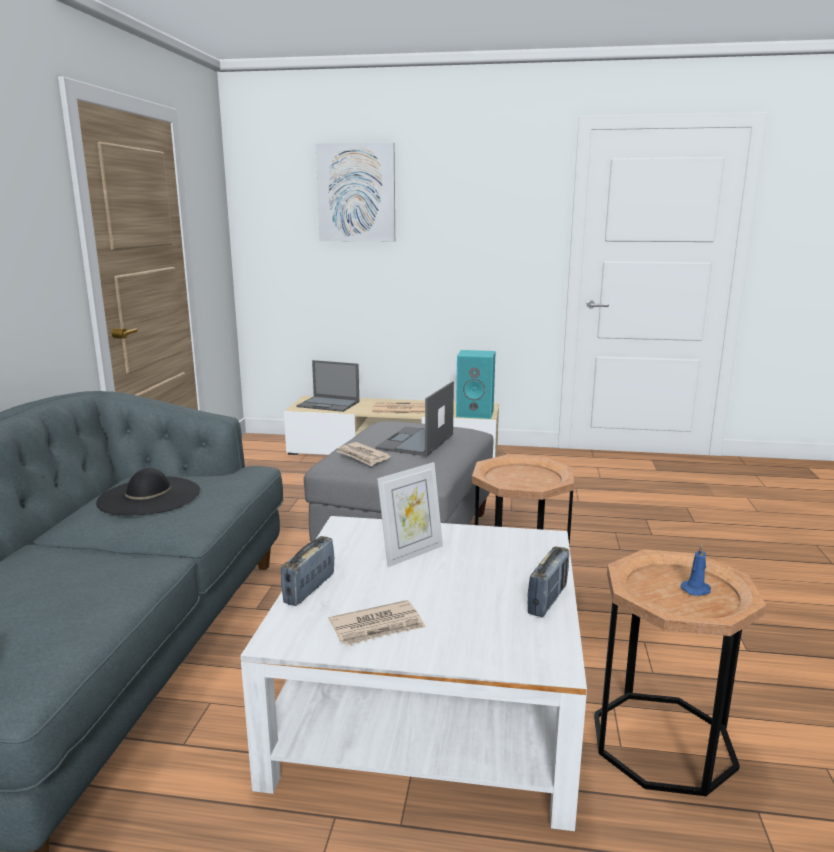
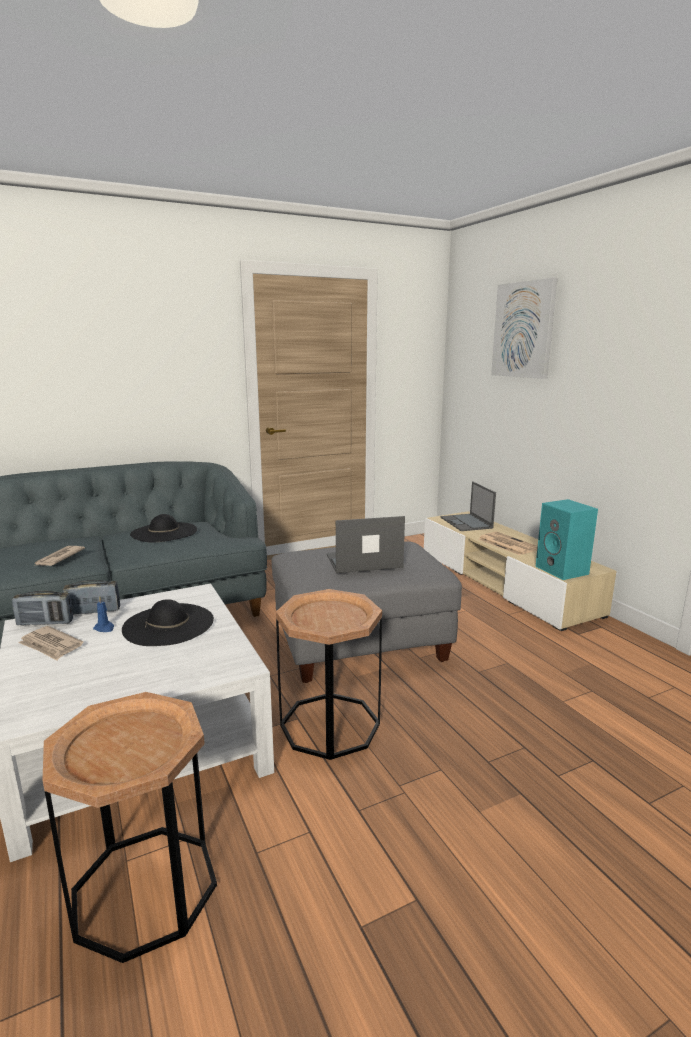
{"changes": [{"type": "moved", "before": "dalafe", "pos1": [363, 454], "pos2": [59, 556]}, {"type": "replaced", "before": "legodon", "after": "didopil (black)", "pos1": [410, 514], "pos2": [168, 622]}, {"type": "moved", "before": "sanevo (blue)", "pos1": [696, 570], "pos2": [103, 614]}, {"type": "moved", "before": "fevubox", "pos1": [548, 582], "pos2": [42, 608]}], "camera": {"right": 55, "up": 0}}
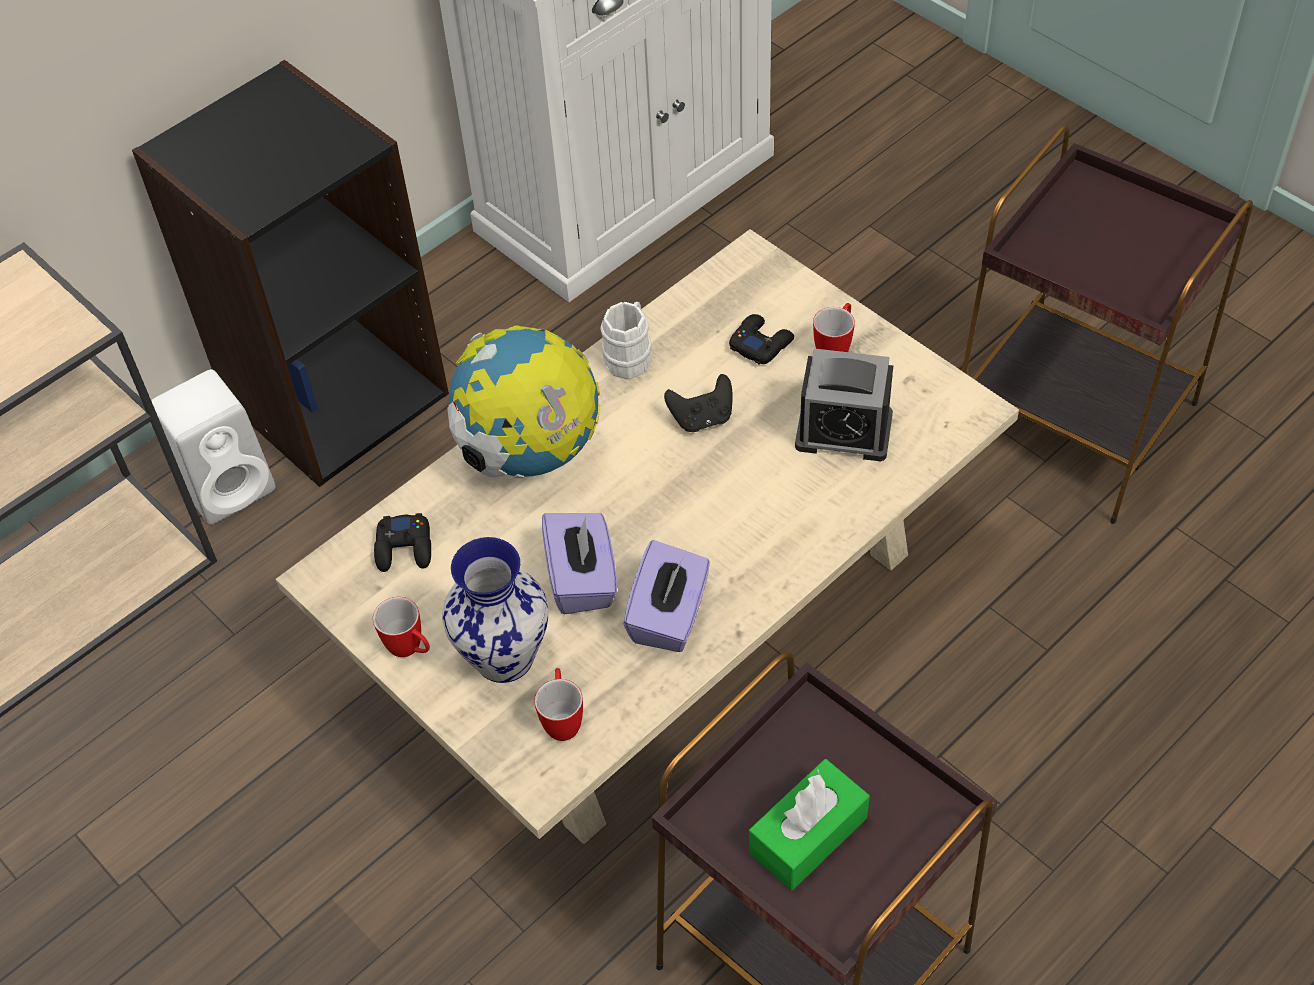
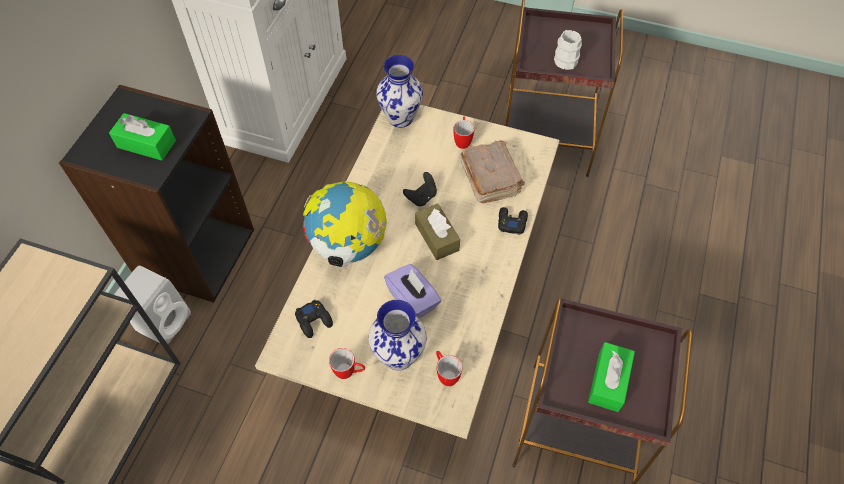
{"changes": [{"type": "moved", "before": "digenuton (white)", "pos1": [626, 341], "pos2": [568, 50]}, {"type": "moved", "before": "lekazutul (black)", "pos1": [761, 339], "pos2": [513, 221]}, {"type": "replaced", "before": "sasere", "after": "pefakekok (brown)", "pos1": [844, 404], "pos2": [492, 171]}, {"type": "removed", "before": "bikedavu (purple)", "pos1": [666, 596]}, {"type": "added", "after": "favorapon", "pos2": [399, 91]}, {"type": "added", "after": "bikedavu (green)", "pos2": [142, 136]}, {"type": "added", "after": "bikedavu (brown)", "pos2": [437, 231]}], "camera": {"right": -30, "up": 5}}
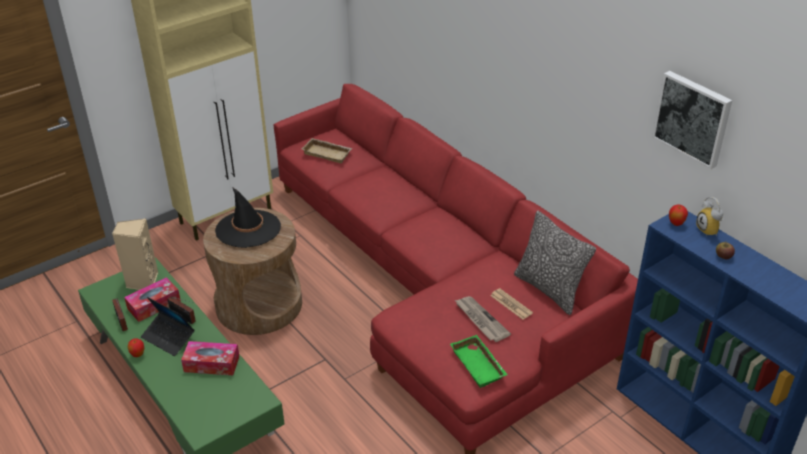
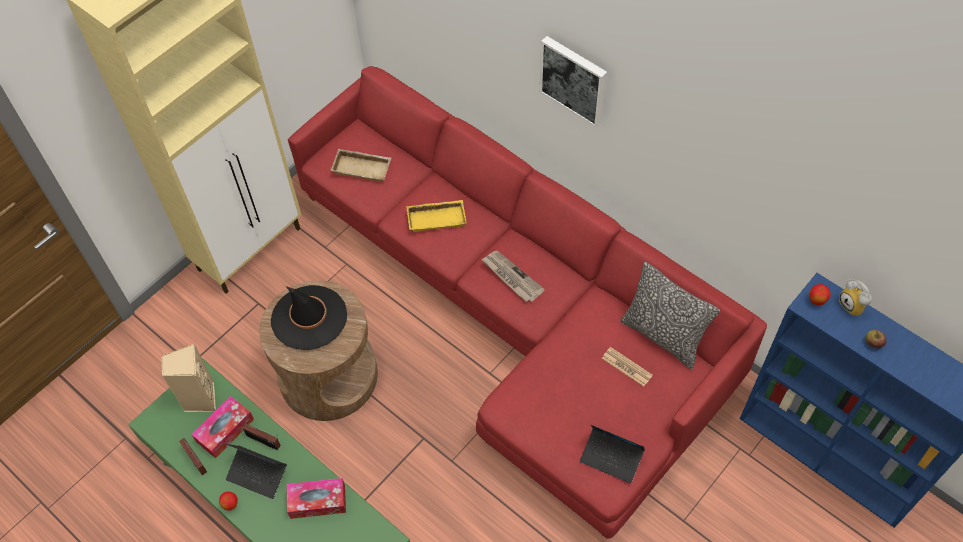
{"changes": [{"type": "moved", "before": "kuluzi", "pos1": [692, 120], "pos2": [573, 82]}, {"type": "moved", "before": "dalafe", "pos1": [483, 319], "pos2": [513, 276]}, {"type": "replaced", "before": "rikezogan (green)", "after": "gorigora", "pos1": [479, 361], "pos2": [612, 454]}, {"type": "added", "after": "rikezogan (yellow)", "pos2": [436, 216]}], "camera": {"right": -10, "up": 20}}
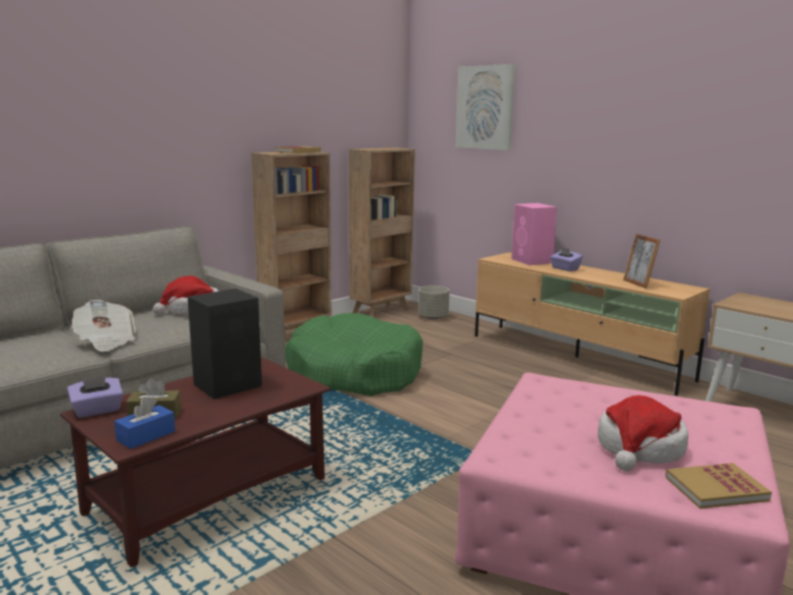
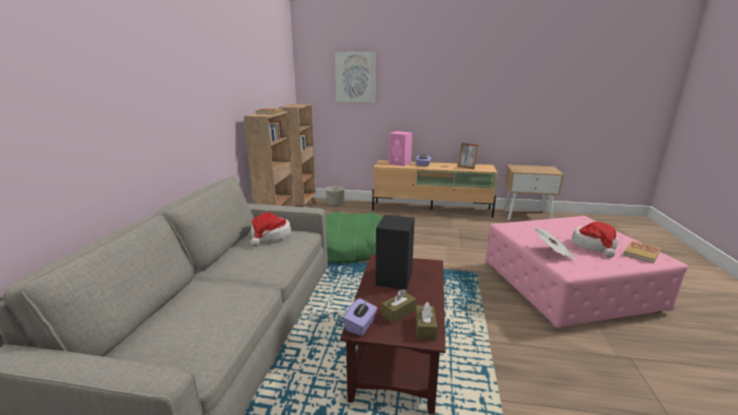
{"changes": [{"type": "moved", "before": "dalafe", "pos1": [103, 326], "pos2": [555, 244]}, {"type": "recoloured", "before": "bikedavu (blue)", "after": "bikedavu (brown)", "pos1": [144, 423], "pos2": [426, 321]}], "camera": {"right": -35, "up": 5}}
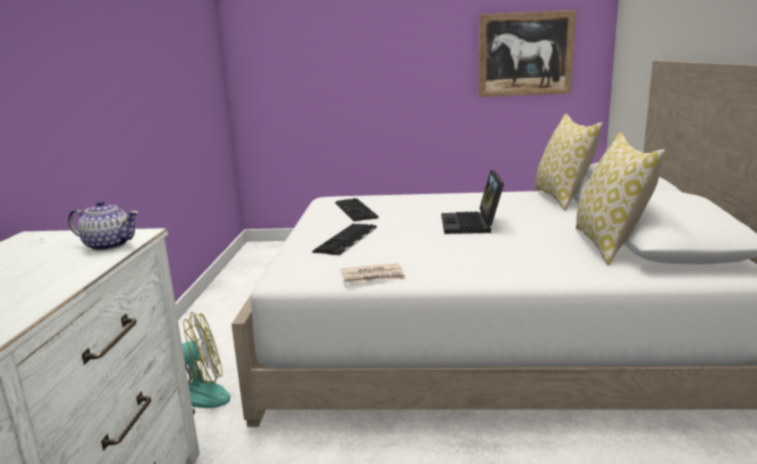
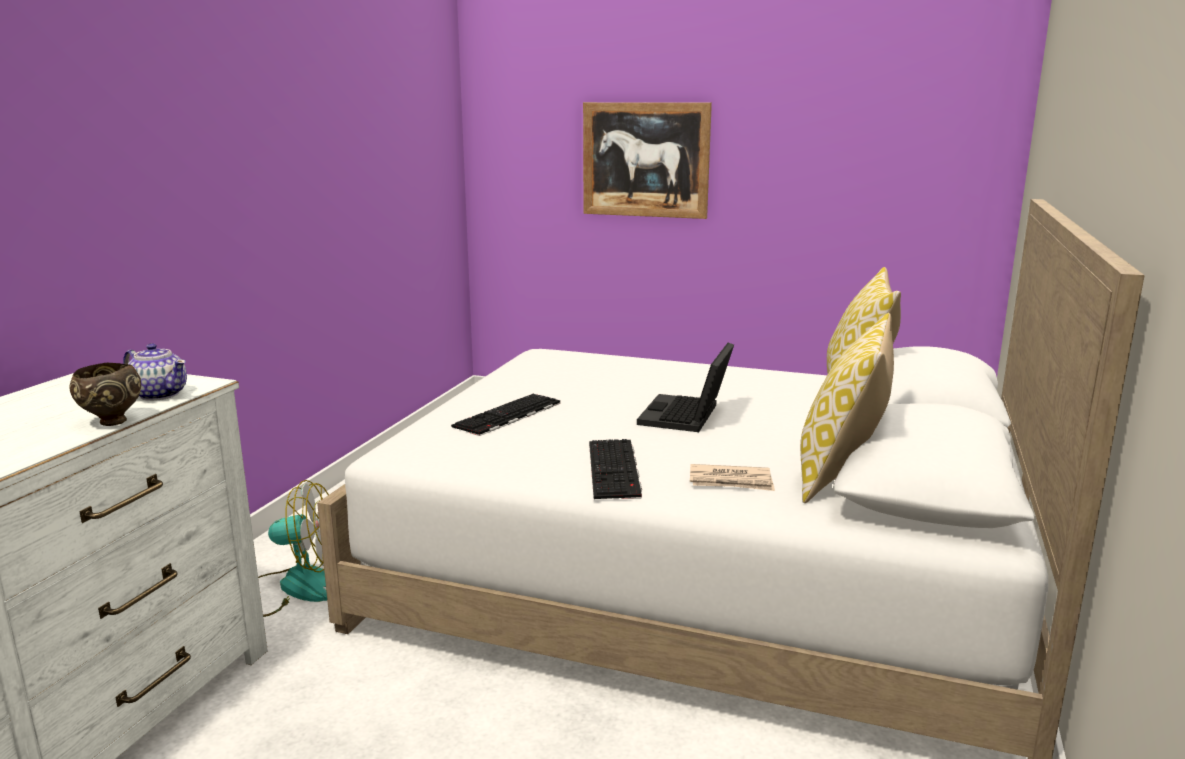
{"changes": [{"type": "moved", "before": "kuluzi", "pos1": [527, 53], "pos2": [647, 160]}, {"type": "moved", "before": "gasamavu", "pos1": [357, 210], "pos2": [615, 469]}, {"type": "moved", "before": "dalafe", "pos1": [373, 273], "pos2": [732, 477]}, {"type": "added", "after": "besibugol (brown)", "pos2": [105, 394]}], "camera": {"right": 15, "up": 0}}
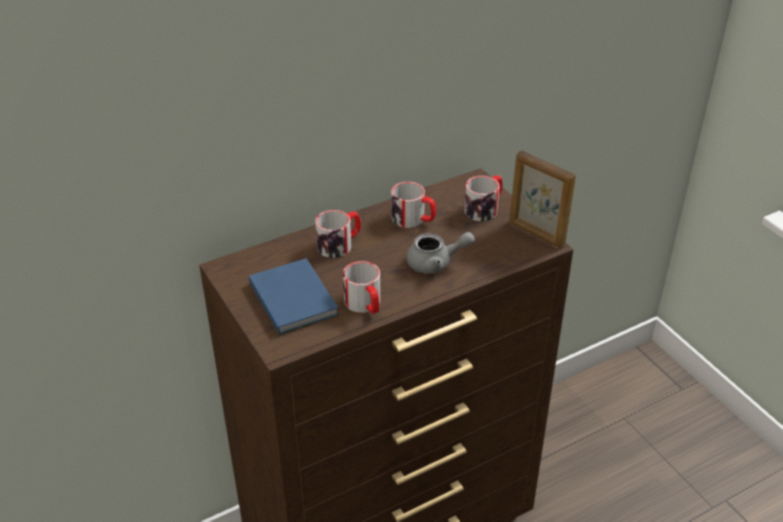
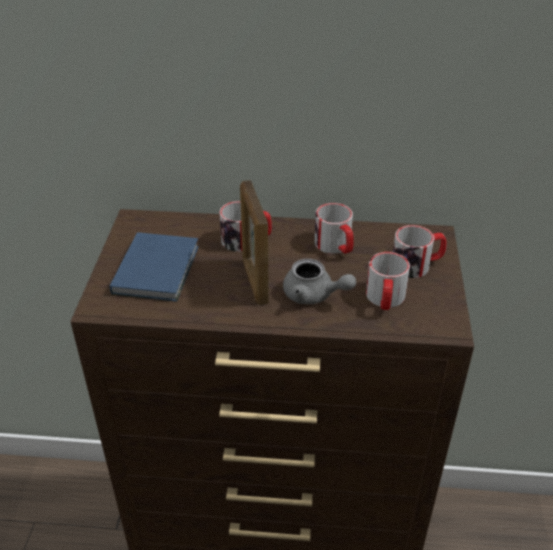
{"changes": [{"type": "moved", "before": "legodon", "pos1": [542, 199], "pos2": [254, 242]}, {"type": "moved", "before": "digenuton", "pos1": [361, 287], "pos2": [388, 281]}], "camera": {"right": 35, "up": 0}}
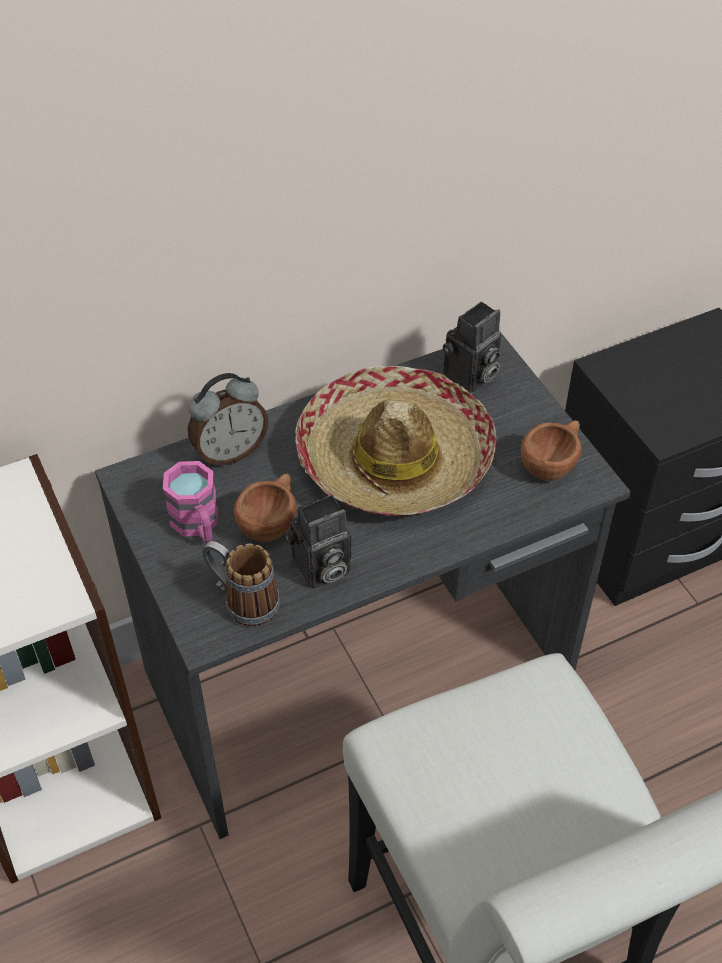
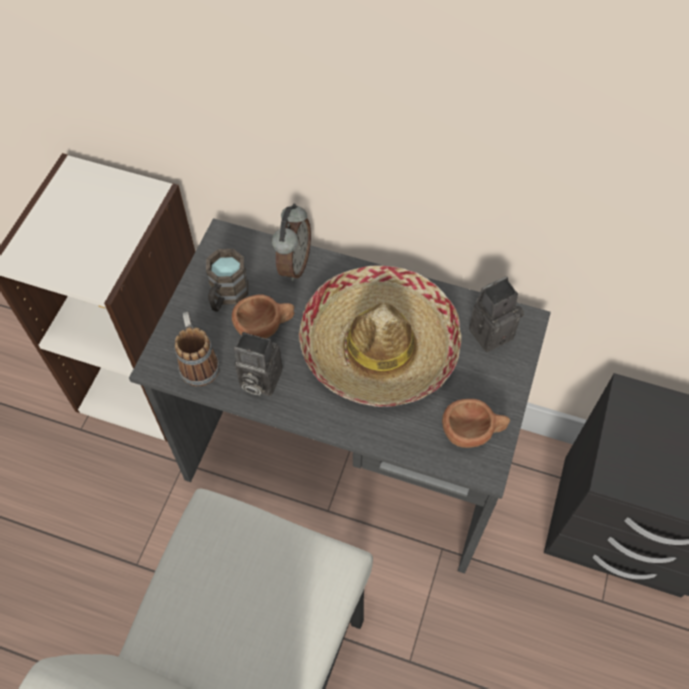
{"changes": [{"type": "turned", "before": "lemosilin", "pos1": [472, 347], "pos2": [496, 314], "turn": 150}, {"type": "turned", "before": "sasere", "pos1": [228, 419], "pos2": [291, 242], "turn": -90}, {"type": "recoloured", "before": "digenuton (pink)", "after": "digenuton (brown)", "pos1": [190, 502], "pos2": [227, 280]}], "camera": {"right": 45, "up": 10}}
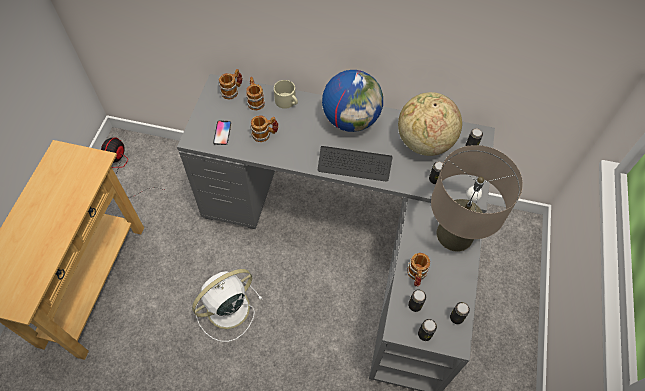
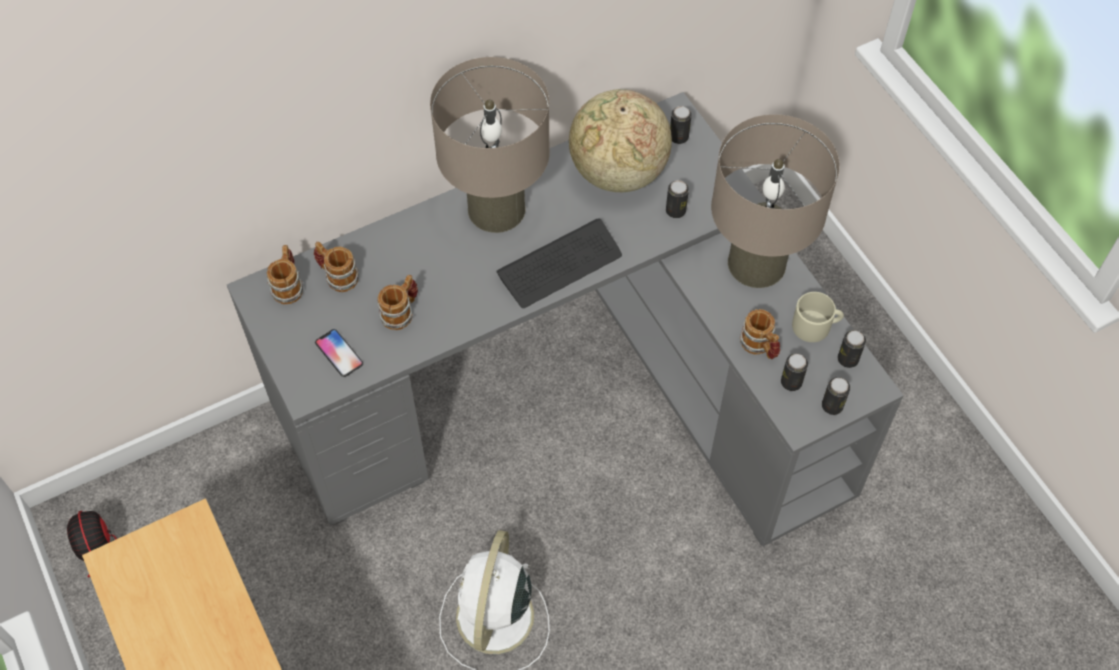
{"changes": [{"type": "replaced", "before": "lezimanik", "after": "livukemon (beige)", "pos1": [352, 101], "pos2": [490, 145]}, {"type": "moved", "before": "digenuton (beige)", "pos1": [286, 94], "pos2": [818, 317]}], "camera": {"right": -40, "up": 0}}
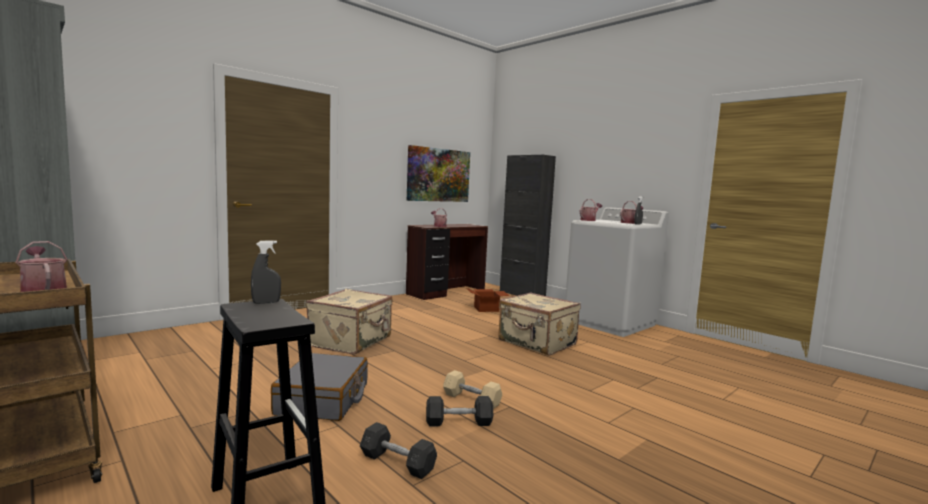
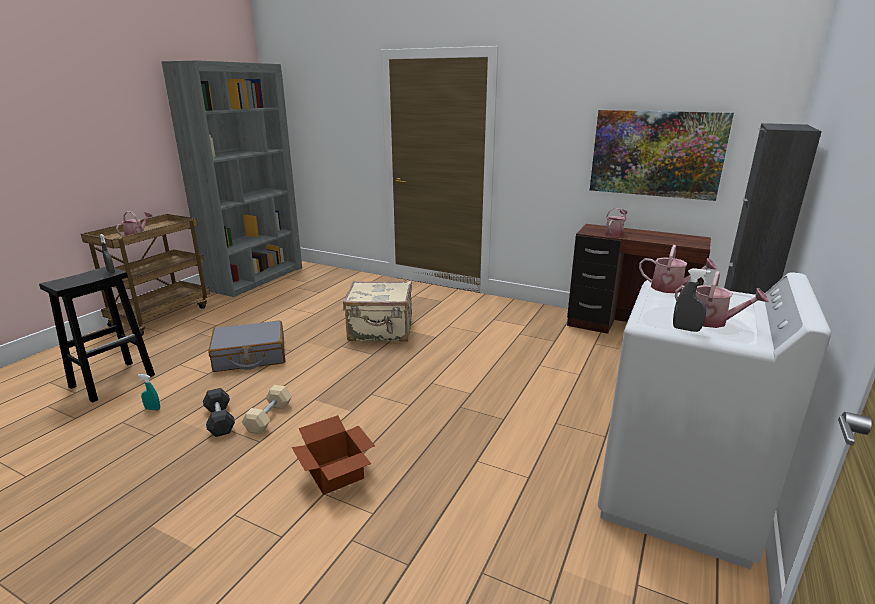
{"changes": [{"type": "moved", "before": "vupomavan", "pos1": [488, 300], "pos2": [333, 455]}, {"type": "removed", "before": "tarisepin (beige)", "pos1": [539, 324]}, {"type": "replaced", "before": "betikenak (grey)", "after": "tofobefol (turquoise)", "pos1": [398, 450], "pos2": [149, 392]}], "camera": {"right": 70, "up": 15}}
